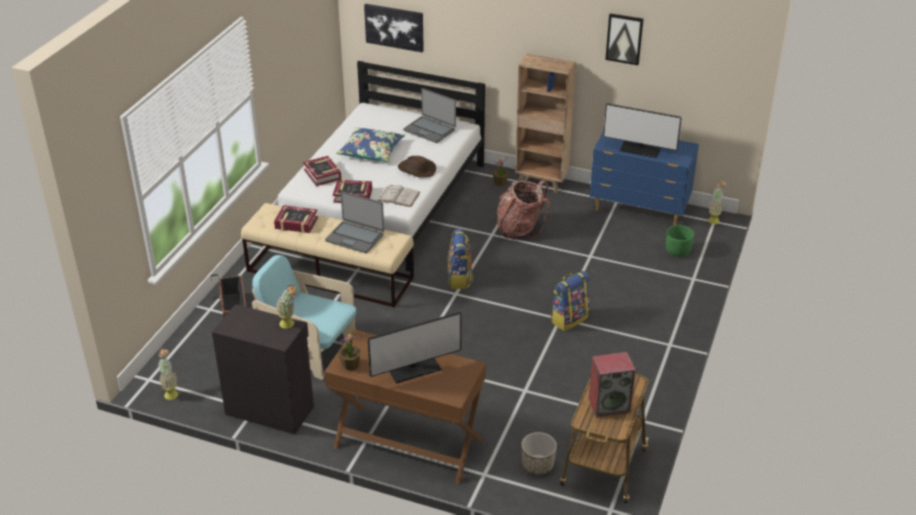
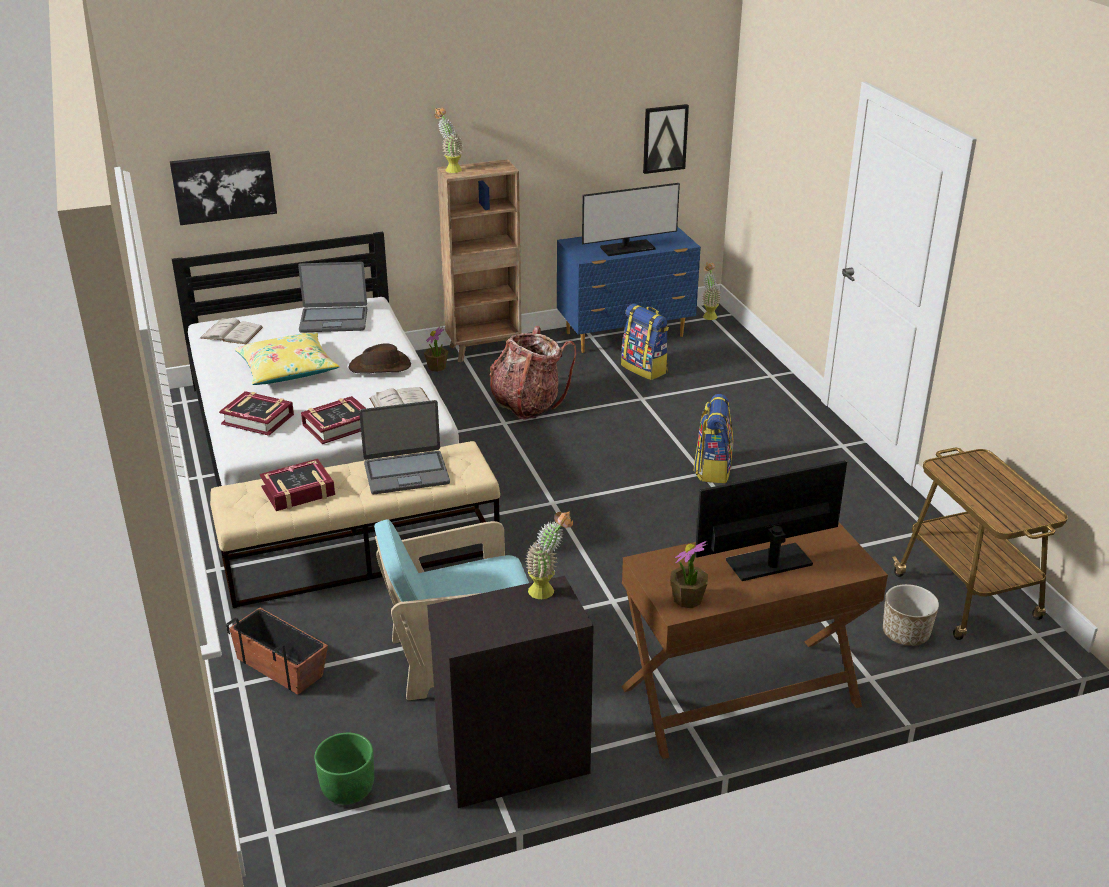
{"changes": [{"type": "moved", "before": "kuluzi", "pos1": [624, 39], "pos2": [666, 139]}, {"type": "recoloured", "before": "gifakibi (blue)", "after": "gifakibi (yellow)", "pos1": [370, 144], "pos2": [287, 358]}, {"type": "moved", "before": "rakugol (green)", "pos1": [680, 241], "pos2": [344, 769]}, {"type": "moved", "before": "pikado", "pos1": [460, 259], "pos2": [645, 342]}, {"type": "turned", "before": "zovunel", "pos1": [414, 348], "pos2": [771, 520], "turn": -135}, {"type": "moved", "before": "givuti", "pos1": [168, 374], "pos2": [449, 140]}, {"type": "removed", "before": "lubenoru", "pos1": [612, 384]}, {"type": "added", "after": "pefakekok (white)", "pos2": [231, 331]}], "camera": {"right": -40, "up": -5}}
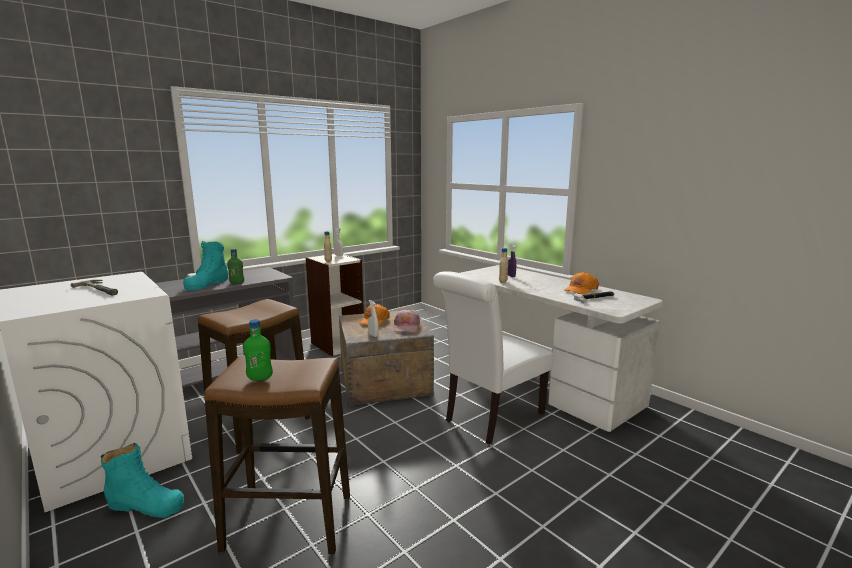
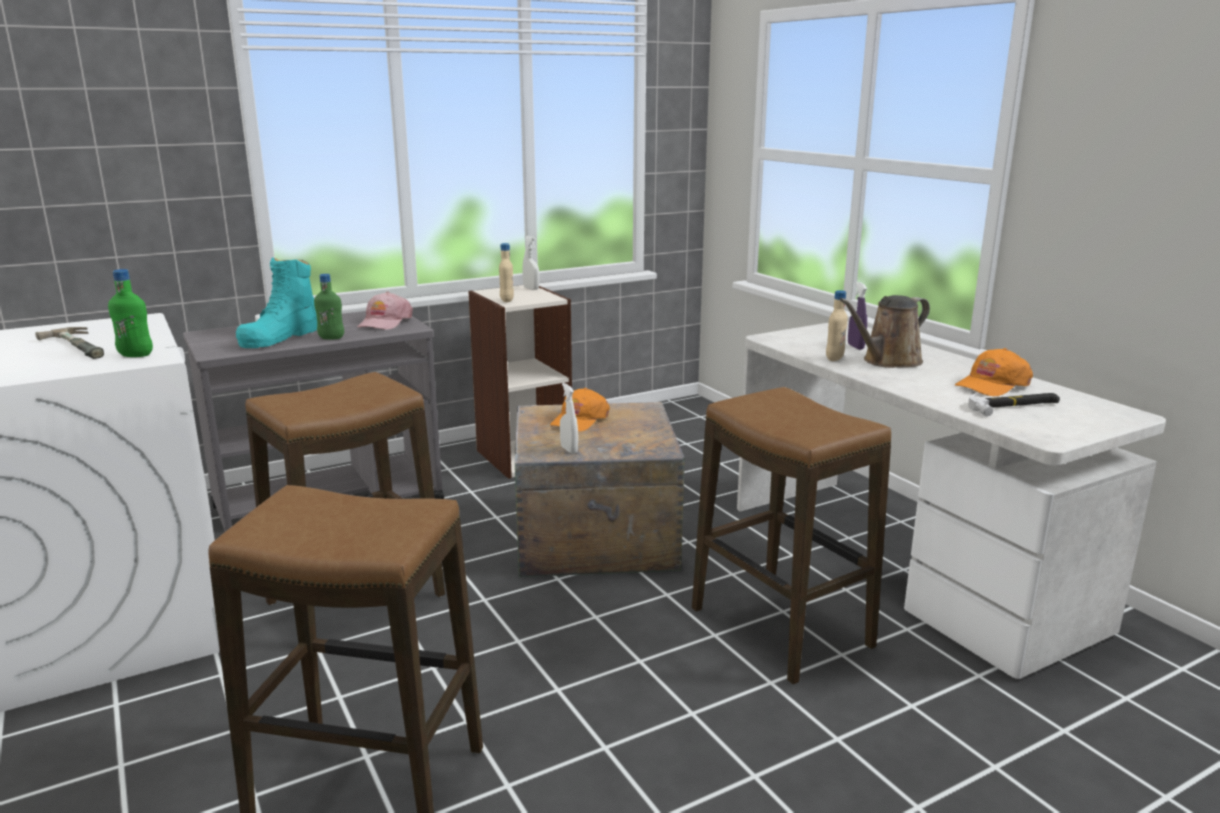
{"changes": [{"type": "replaced", "before": "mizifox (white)", "after": "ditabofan", "pos1": [493, 358], "pos2": [791, 535]}, {"type": "moved", "before": "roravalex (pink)", "pos1": [407, 320], "pos2": [385, 311]}, {"type": "moved", "before": "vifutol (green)", "pos1": [258, 350], "pos2": [130, 313]}, {"type": "removed", "before": "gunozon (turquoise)", "pos1": [142, 480]}, {"type": "added", "after": "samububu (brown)", "pos2": [885, 331]}], "camera": {"right": 10, "up": 5}}
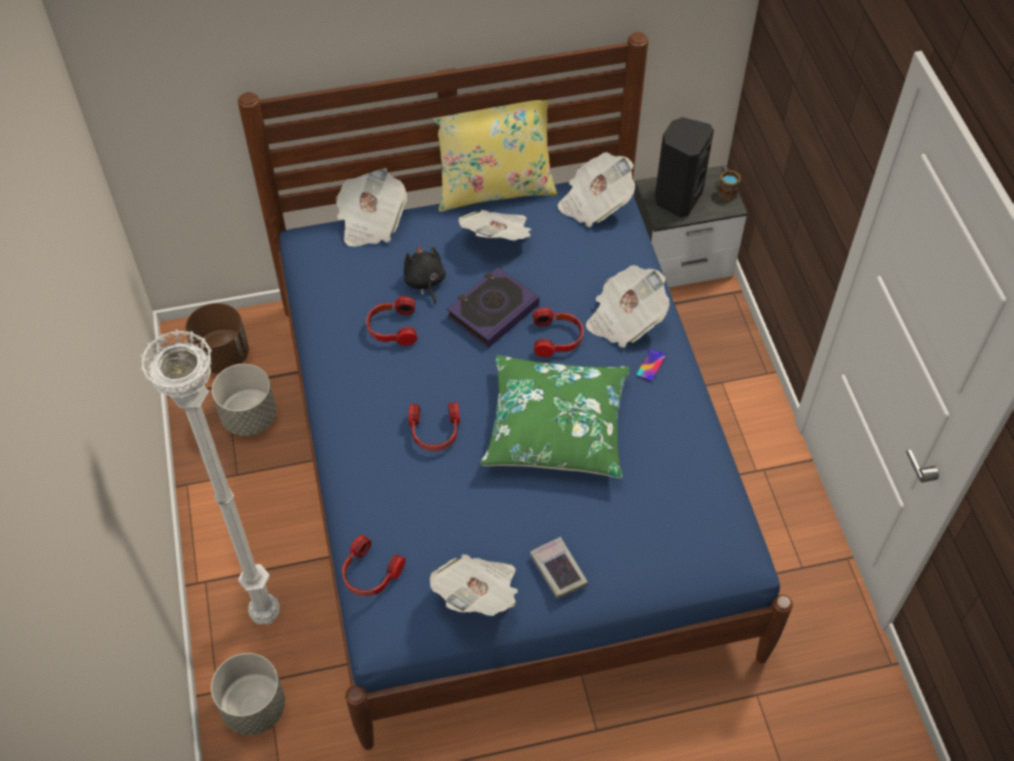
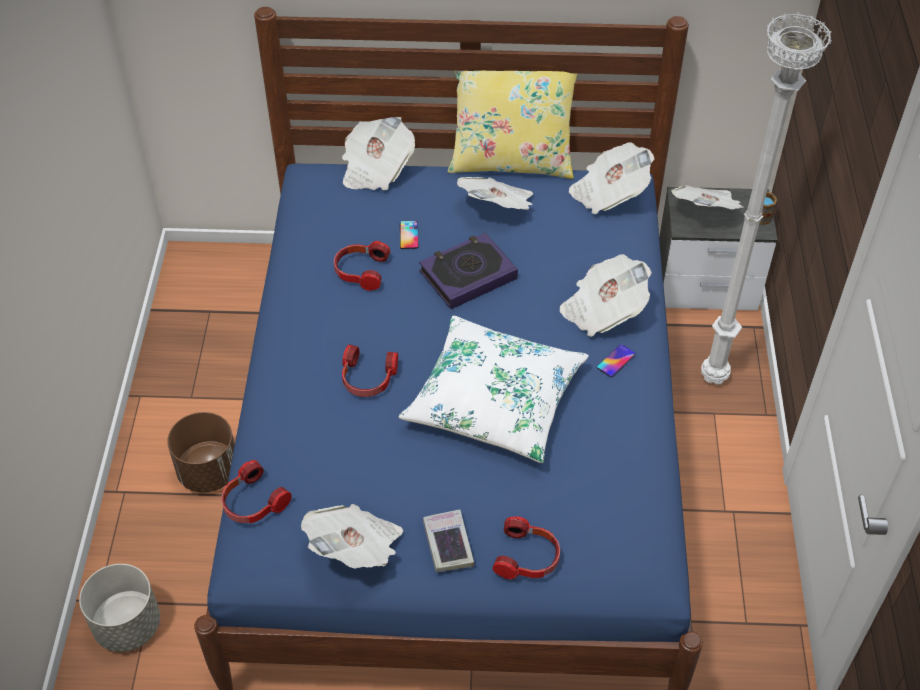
{"changes": [{"type": "replaced", "before": "lubenoru (black)", "after": "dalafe", "pos1": [684, 167], "pos2": [708, 197]}, {"type": "replaced", "before": "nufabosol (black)", "after": "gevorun", "pos1": [425, 275], "pos2": [409, 235]}, {"type": "moved", "before": "rakugol (brown)", "pos1": [217, 338], "pos2": [201, 452]}, {"type": "moved", "before": "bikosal", "pos1": [558, 333], "pos2": [526, 547]}, {"type": "moved", "before": "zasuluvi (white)", "pos1": [210, 476], "pos2": [766, 198]}, {"type": "recoloured", "before": "gifakibi (green)", "after": "gifakibi (white)", "pos1": [555, 416], "pos2": [494, 389]}, {"type": "removed", "before": "rakugol (grey)", "pos1": [244, 400]}], "camera": {"right": 15, "up": -5}}
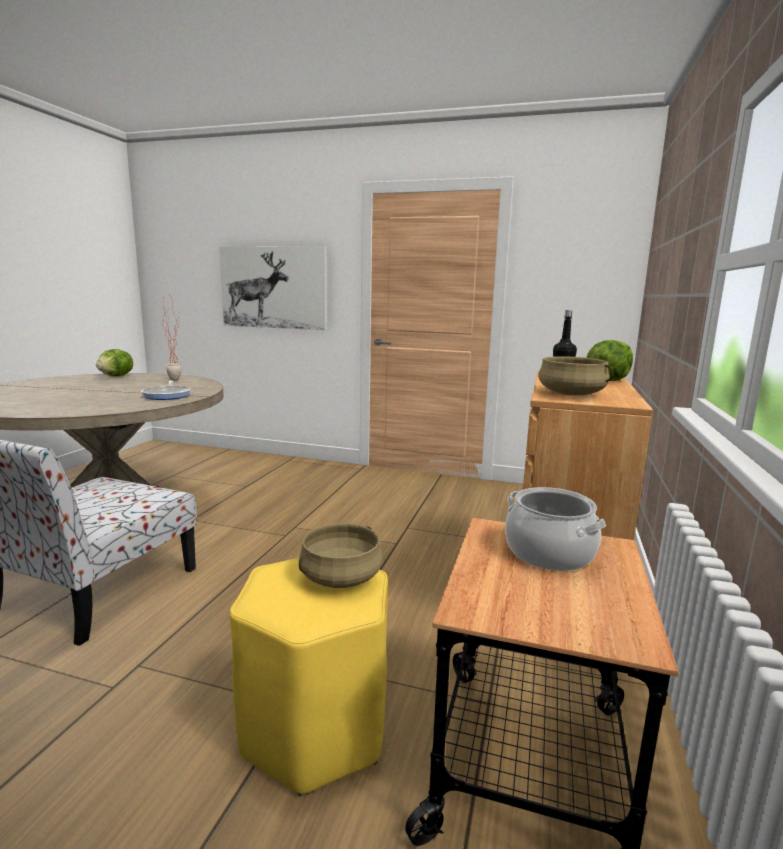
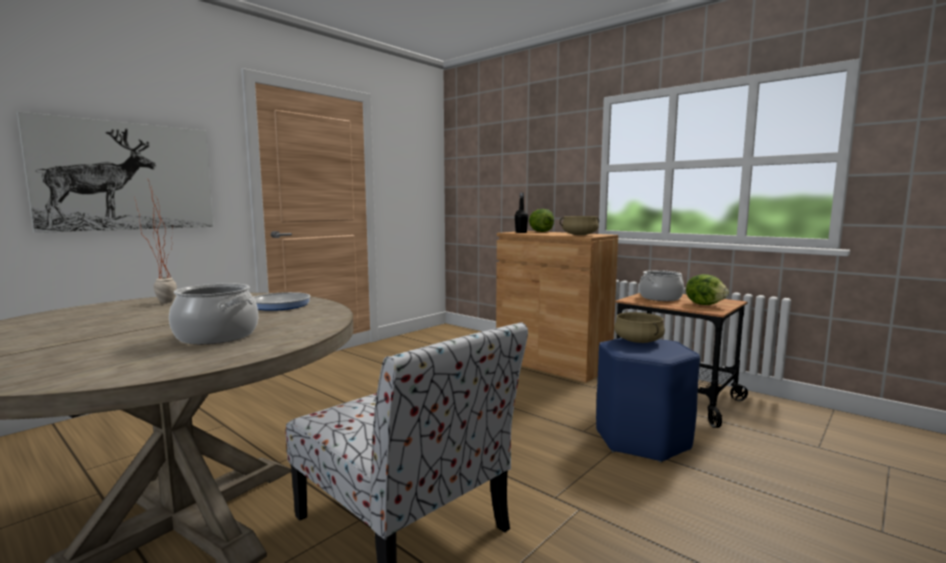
{"changes": [{"type": "moved", "before": "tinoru", "pos1": [114, 363], "pos2": [707, 289]}, {"type": "recoloured", "before": "ditabofan (yellow)", "after": "ditabofan (blue)", "pos1": [309, 677], "pos2": [648, 400]}, {"type": "added", "after": "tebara", "pos2": [213, 313]}], "camera": {"right": -65, "up": -5}}
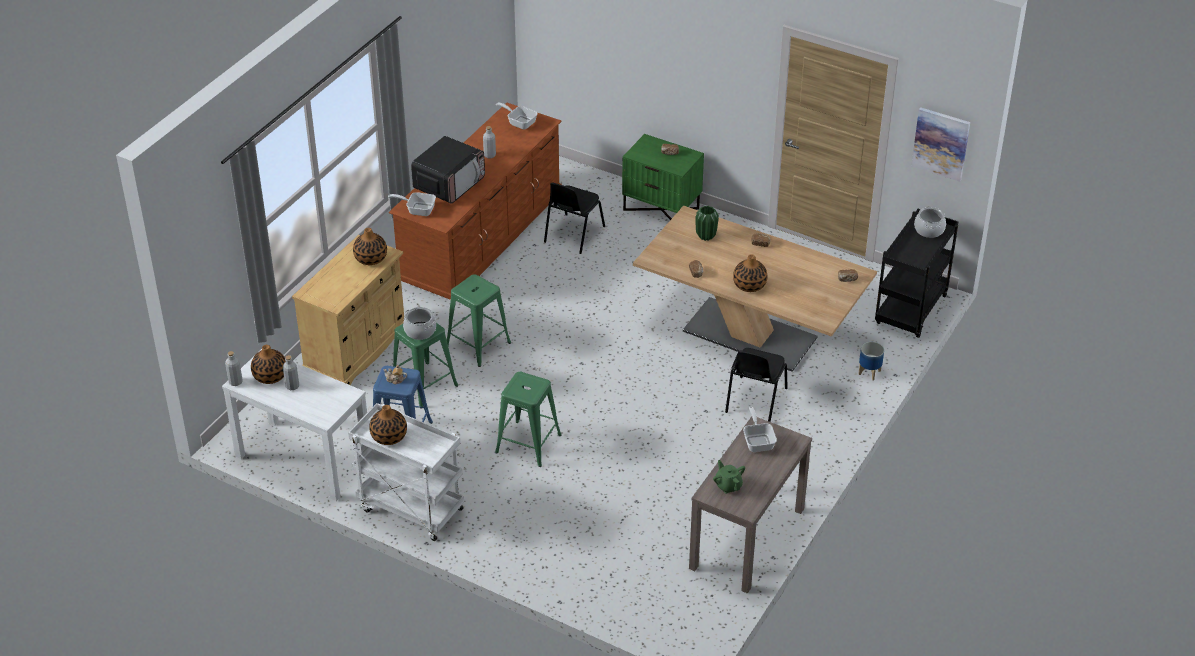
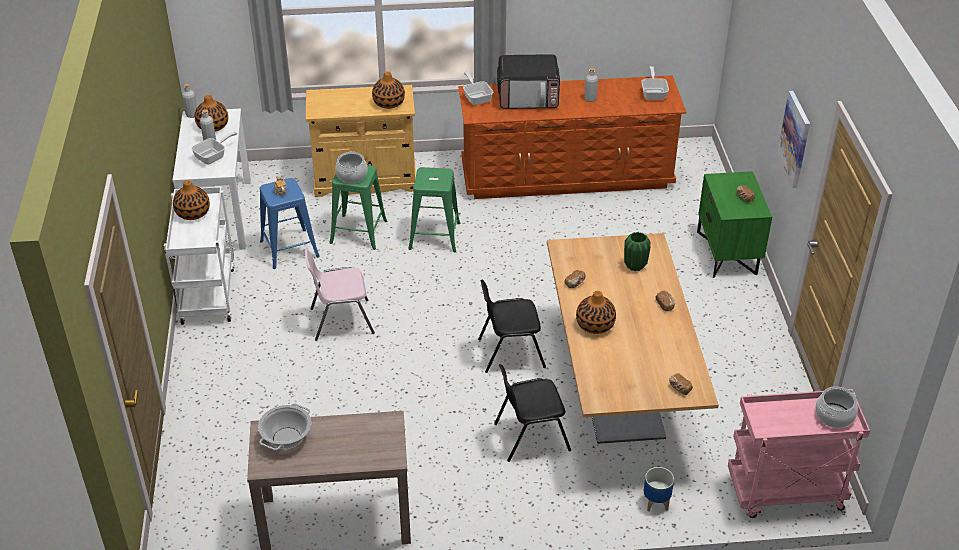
{"changes": [{"type": "moved", "before": "kuluzi", "pos1": [940, 144], "pos2": [793, 139]}, {"type": "moved", "before": "mizifox (black)", "pos1": [574, 218], "pos2": [512, 326]}, {"type": "recoloured", "before": "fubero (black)", "after": "fubero (pink)", "pos1": [916, 273], "pos2": [799, 453]}, {"type": "replaced", "before": "ditabofan (green)", "after": "mizifox (pink)", "pos1": [528, 419], "pos2": [340, 295]}, {"type": "moved", "before": "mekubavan", "pos1": [760, 429], "pos2": [214, 148]}, {"type": "replaced", "before": "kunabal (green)", "after": "tebara", "pos1": [729, 477], "pos2": [285, 427]}], "camera": {"right": 55, "up": 0}}
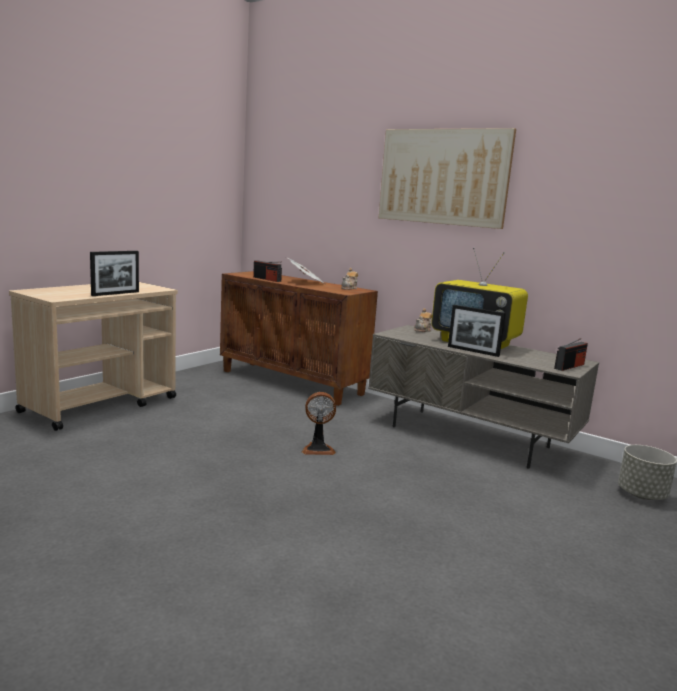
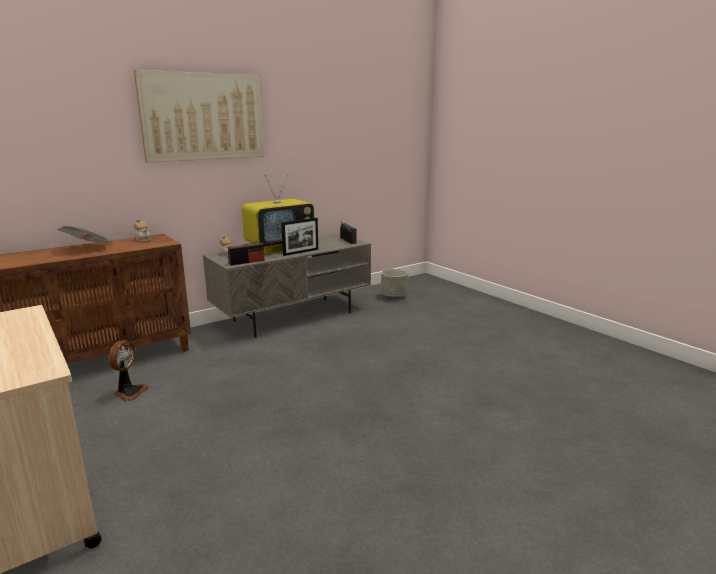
{"changes": [{"type": "removed", "before": "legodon", "pos1": [114, 273]}, {"type": "moved", "before": "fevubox", "pos1": [267, 271], "pos2": [246, 253]}, {"type": "moved", "before": "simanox", "pos1": [319, 423], "pos2": [128, 371]}], "camera": {"right": -70, "up": 5}}
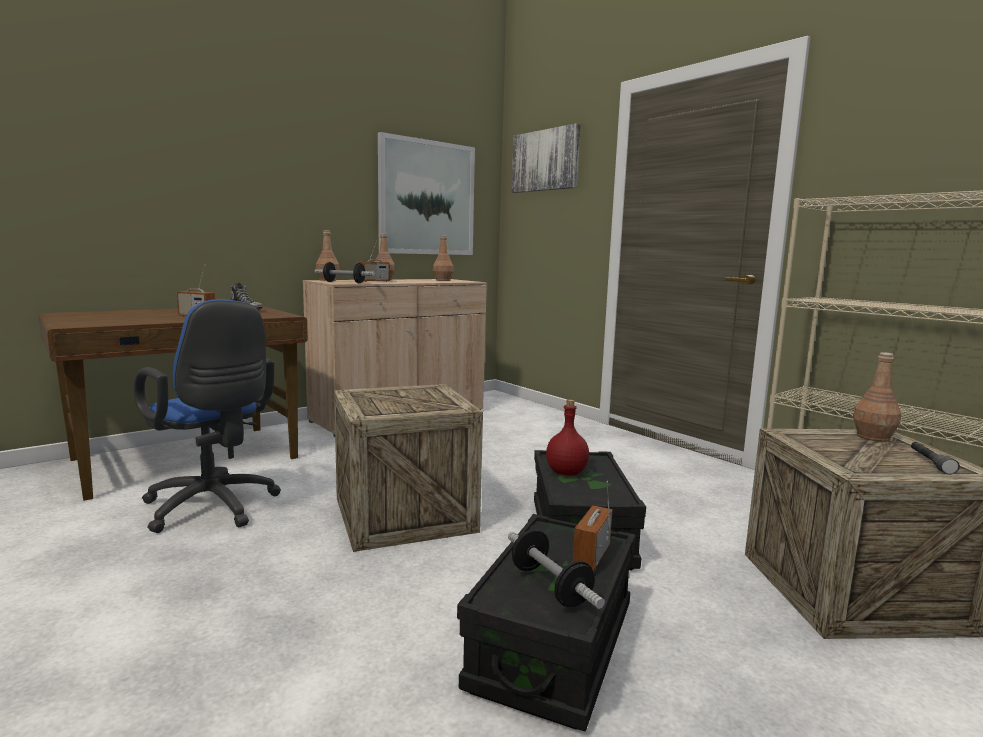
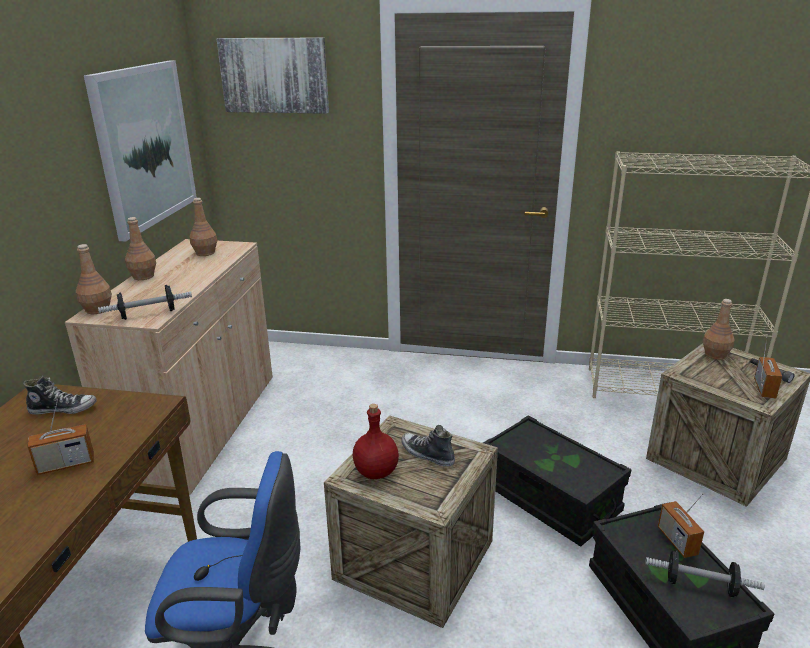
{"changes": [{"type": "moved", "before": "fevubox", "pos1": [375, 261], "pos2": [768, 367]}, {"type": "moved", "before": "vifutol (red)", "pos1": [567, 438], "pos2": [376, 441]}, {"type": "added", "after": "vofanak", "pos2": [428, 446]}], "camera": {"right": -40, "up": 15}}
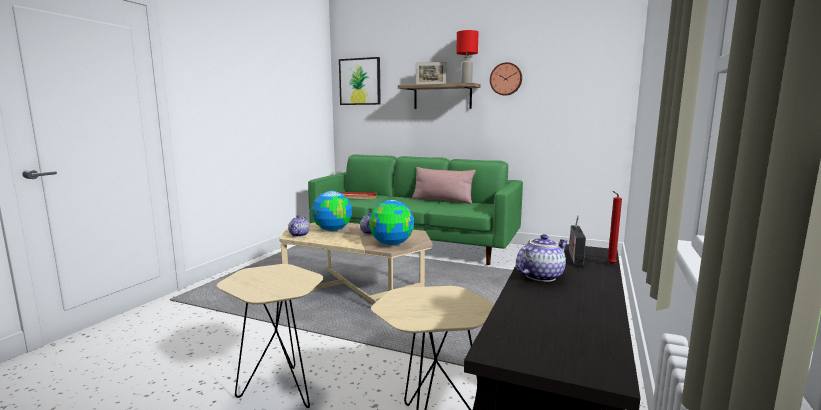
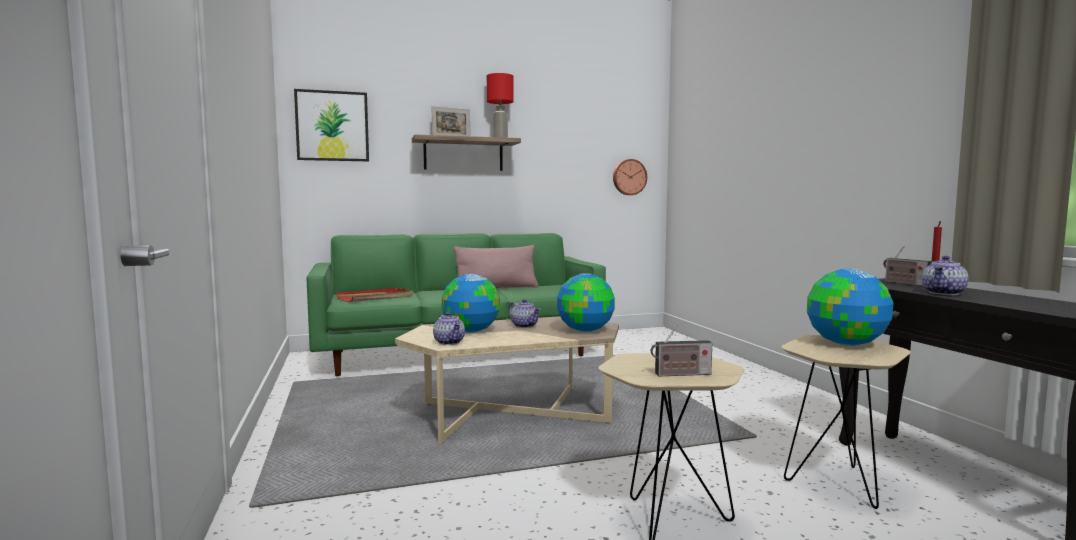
{"changes": [{"type": "moved", "before": "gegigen", "pos1": [506, 79], "pos2": [630, 177]}, {"type": "turned", "before": "kunabal", "pos1": [541, 258], "pos2": [945, 275], "turn": -150}, {"type": "added", "after": "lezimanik", "pos2": [850, 307]}, {"type": "added", "after": "fevubox", "pos2": [681, 351]}], "camera": {"right": -40, "up": -5}}
